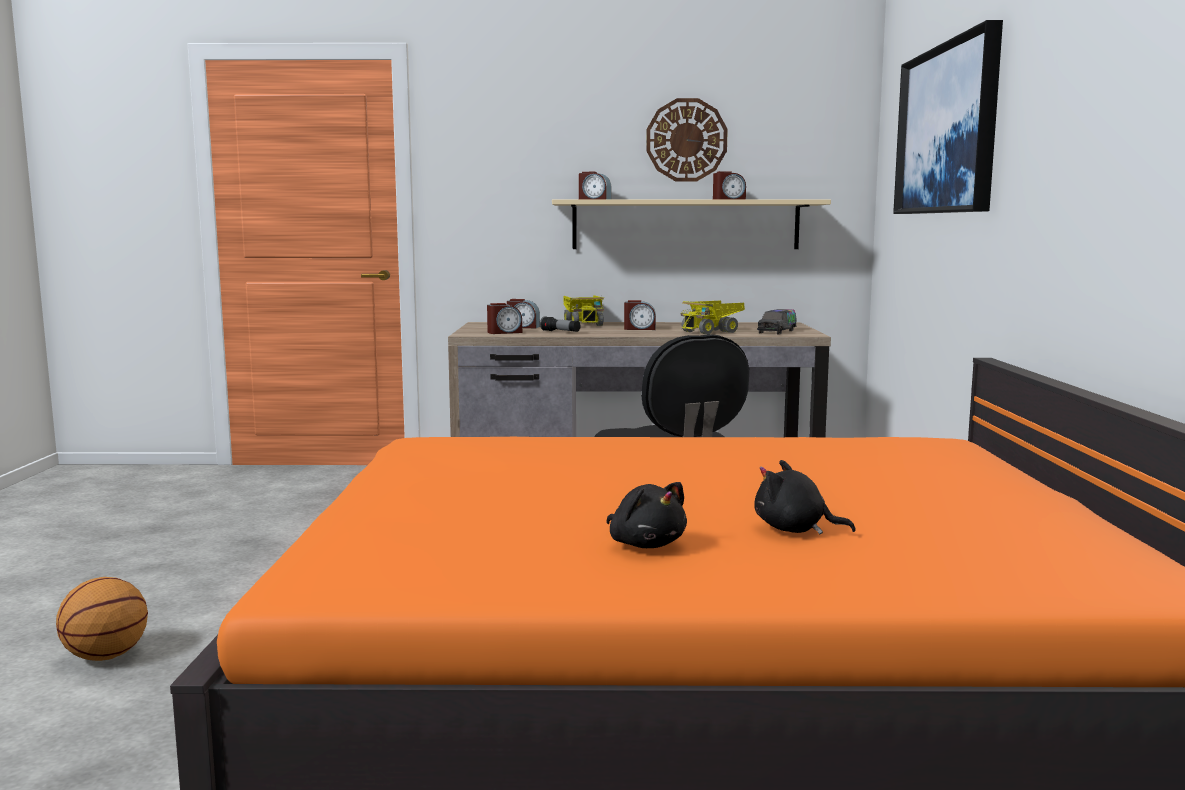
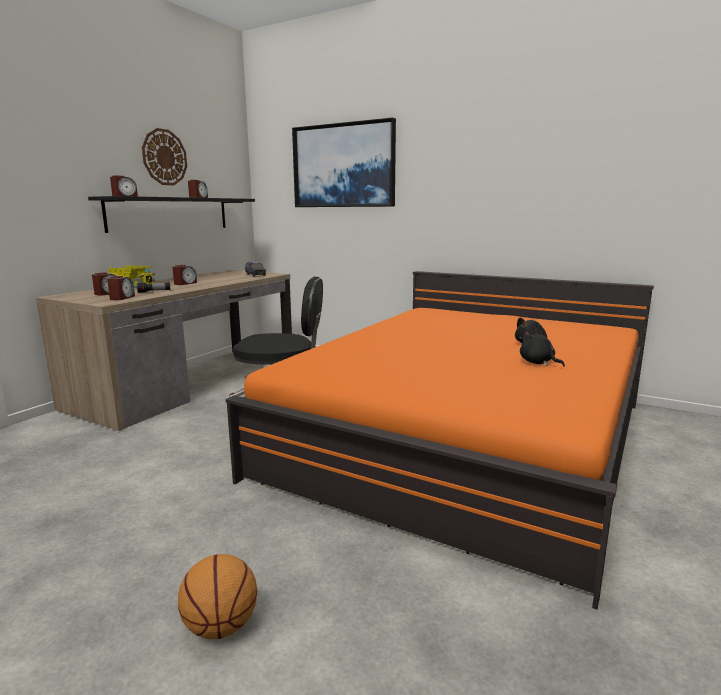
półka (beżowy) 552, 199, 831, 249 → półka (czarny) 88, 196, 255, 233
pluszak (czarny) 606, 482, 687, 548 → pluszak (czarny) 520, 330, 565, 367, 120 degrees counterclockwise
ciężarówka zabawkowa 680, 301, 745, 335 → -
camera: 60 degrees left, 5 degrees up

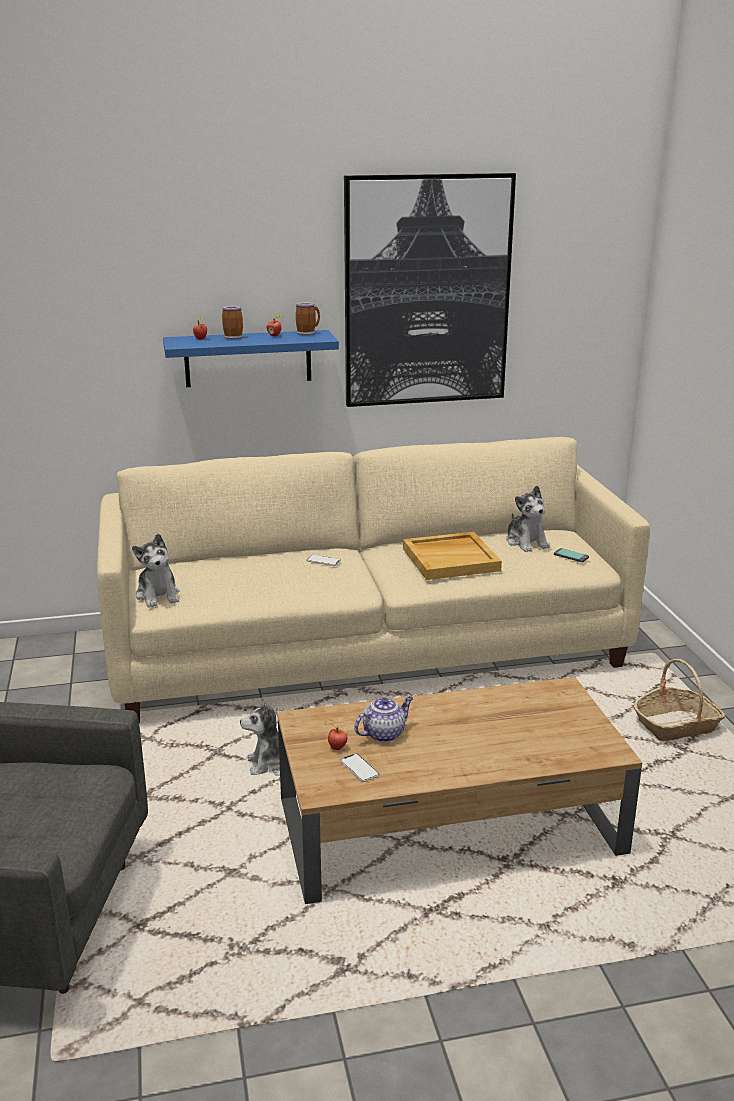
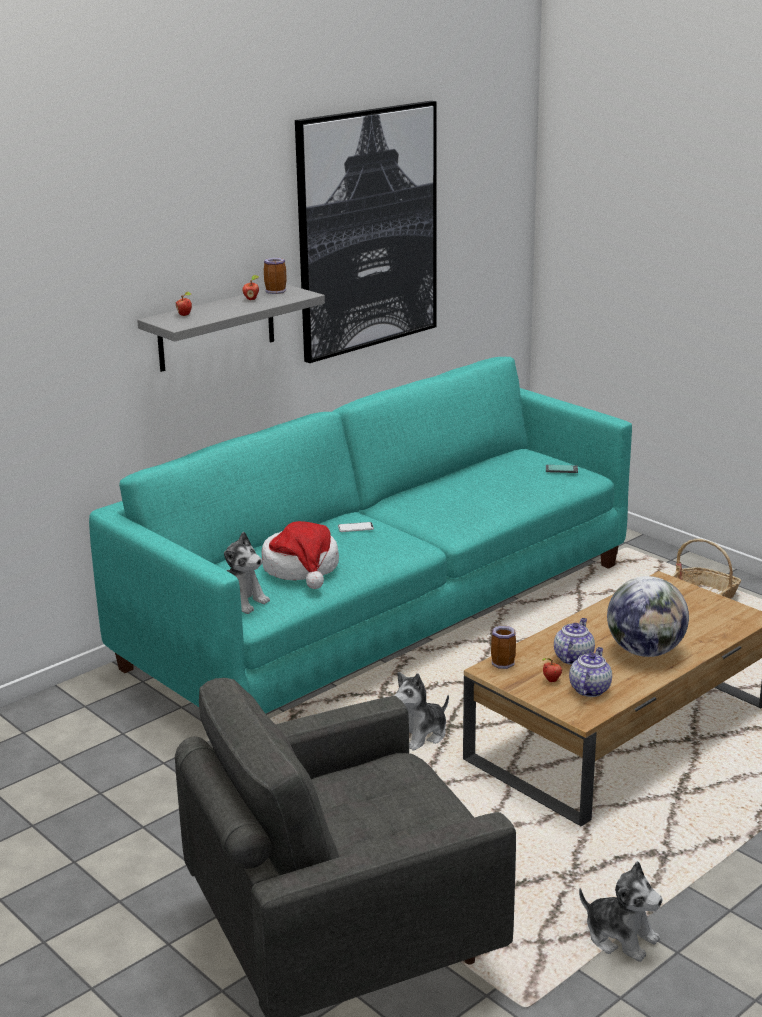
kanapa (beżowy) 97, 437, 650, 723 → kanapa (turkusowy) 89, 357, 632, 714
półka (niebieski) 163, 330, 339, 387 → półka (szary) 137, 284, 325, 372
kubek 222, 305, 243, 339 → kubek 491, 626, 516, 669, move
telefon 340, 753, 380, 782 → imbryk 569, 647, 612, 697
taca (beżowy) 403, 532, 502, 580 → -
pluszak 506, 485, 550, 552 → pluszak 579, 861, 663, 962, move
- → kapelusz 261, 521, 339, 589
- → globus 607, 576, 689, 657
camera: 30 degrees left, 0 degrees up

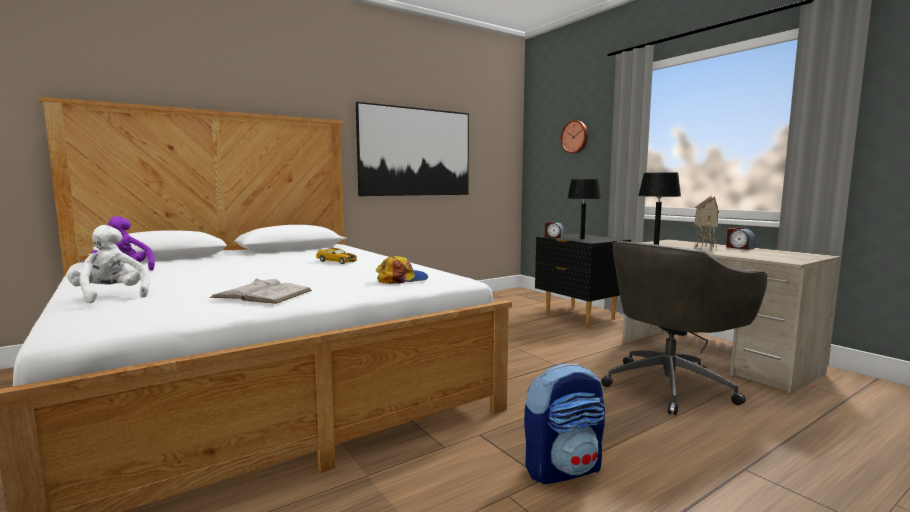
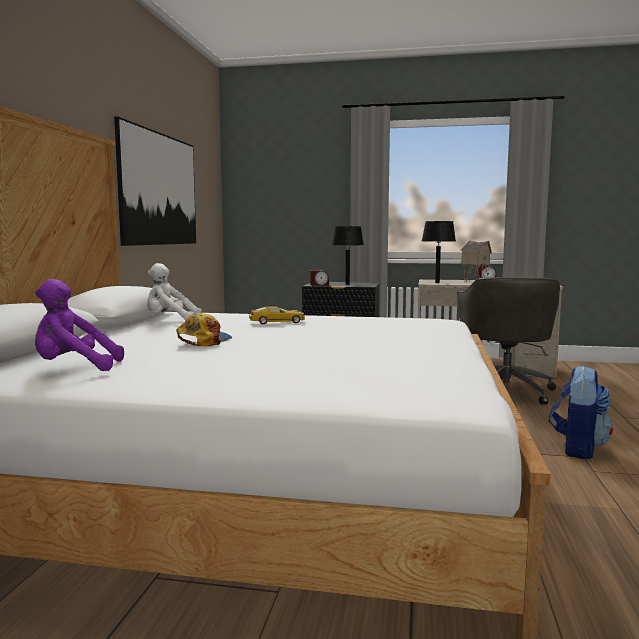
pluszak (biały) 67, 225, 150, 304 → pluszak (biały) 147, 263, 202, 320, move
książka (biały) 210, 279, 312, 304 → -
czapka z daszkiem 376, 256, 428, 284 → czapka z daszkiem 176, 313, 232, 347, move
zegar ścienny 561, 120, 588, 154 → -
camera: 45 degrees left, 0 degrees up

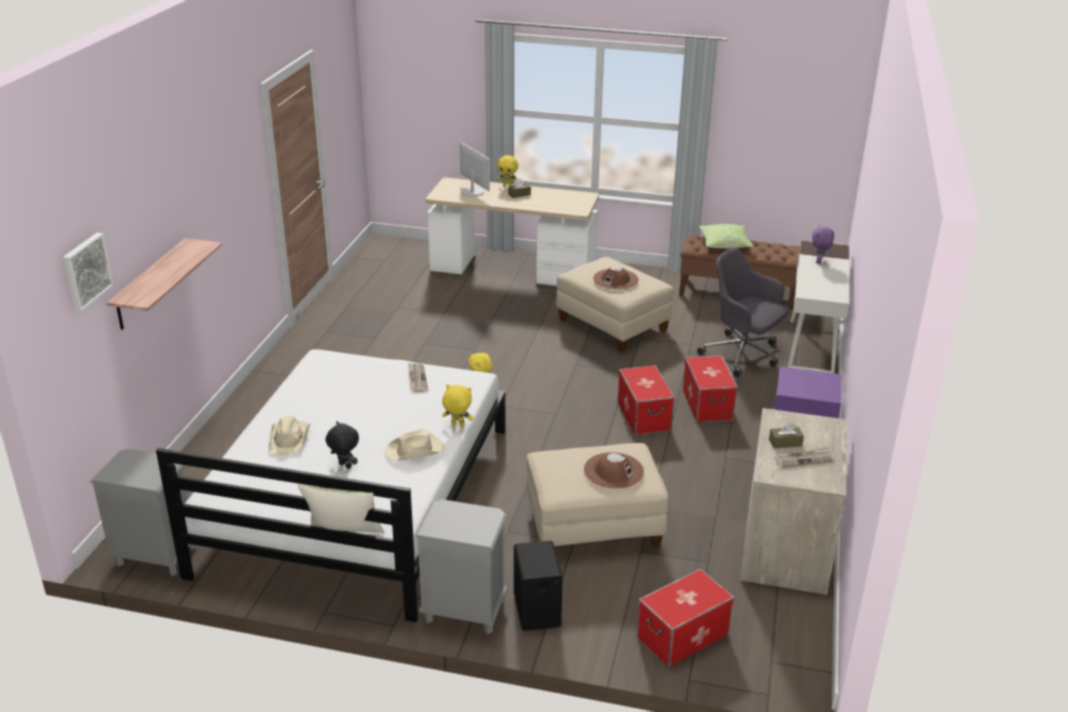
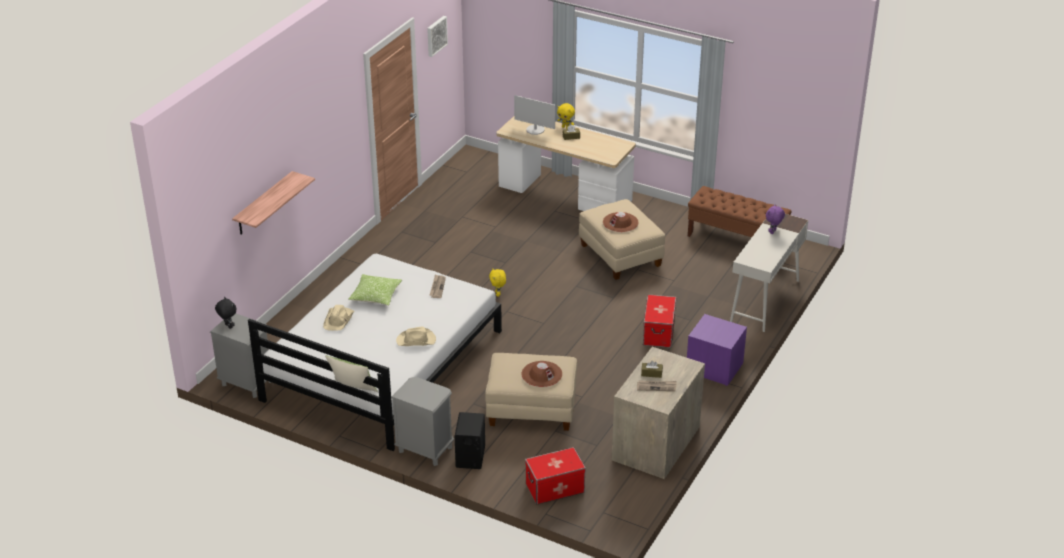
obraz 63, 233, 113, 312 → obraz 427, 16, 448, 57, move
pluszak (czarny) 326, 421, 359, 469 → pluszak (czarny) 215, 297, 237, 329, move
pluszak (żółty) 442, 385, 473, 427 → -
monitor 460, 142, 490, 197 → monitor 514, 95, 555, 135, 135 degrees clockwise
pojemnik do przechowywania 618, 365, 675, 435 → -
krzesło biurowe (szary) 697, 249, 789, 377 → -
poduszka 699, 224, 753, 249 → poduszka 349, 274, 402, 306, move
camera: 15 degrees right, 5 degrees up

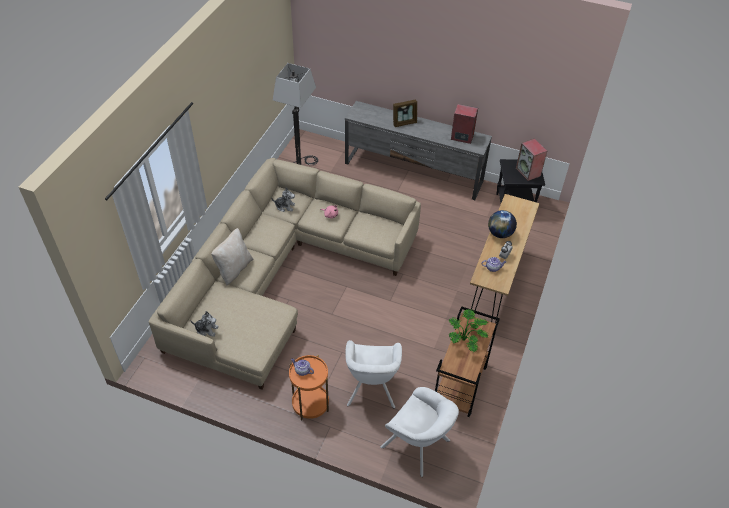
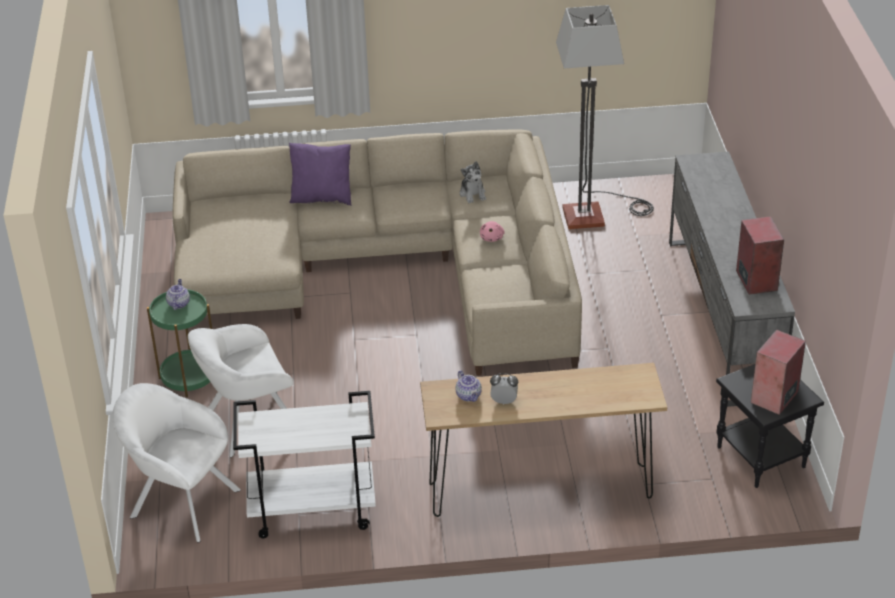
pluszak 190, 311, 219, 337 → -
poduszka (beżowy) 211, 228, 254, 286 → poduszka (fioletowy) 289, 143, 352, 206
stolik (pomarańczowy) 289, 355, 329, 420 → stolik (zielony) 147, 289, 213, 397
fotel (biały) 380, 387, 459, 477 → fotel (biały) 112, 383, 241, 542, 105 degrees clockwise
ramka na zdjęcie 393, 100, 417, 127 → -
wózek (brązowy) 435, 306, 500, 417 → wózek (biały) 233, 391, 376, 538
roślina doniczkowa 448, 309, 489, 352 → -
globus 488, 210, 517, 238 → -
camera: 65 degrees right, 10 degrees down

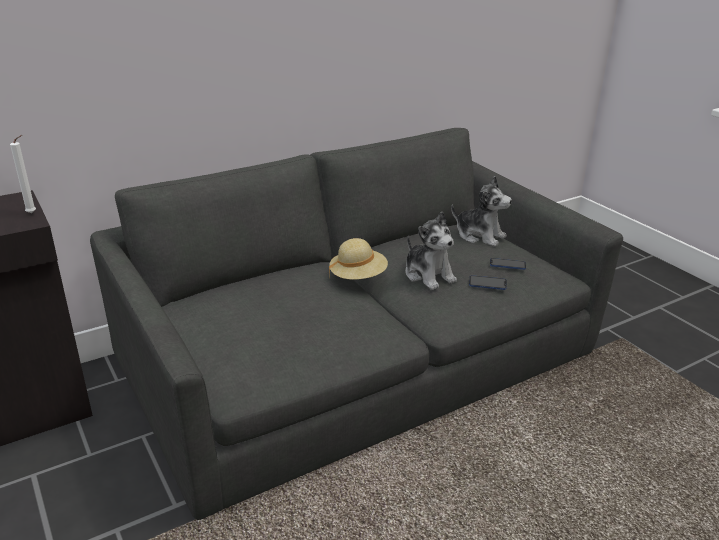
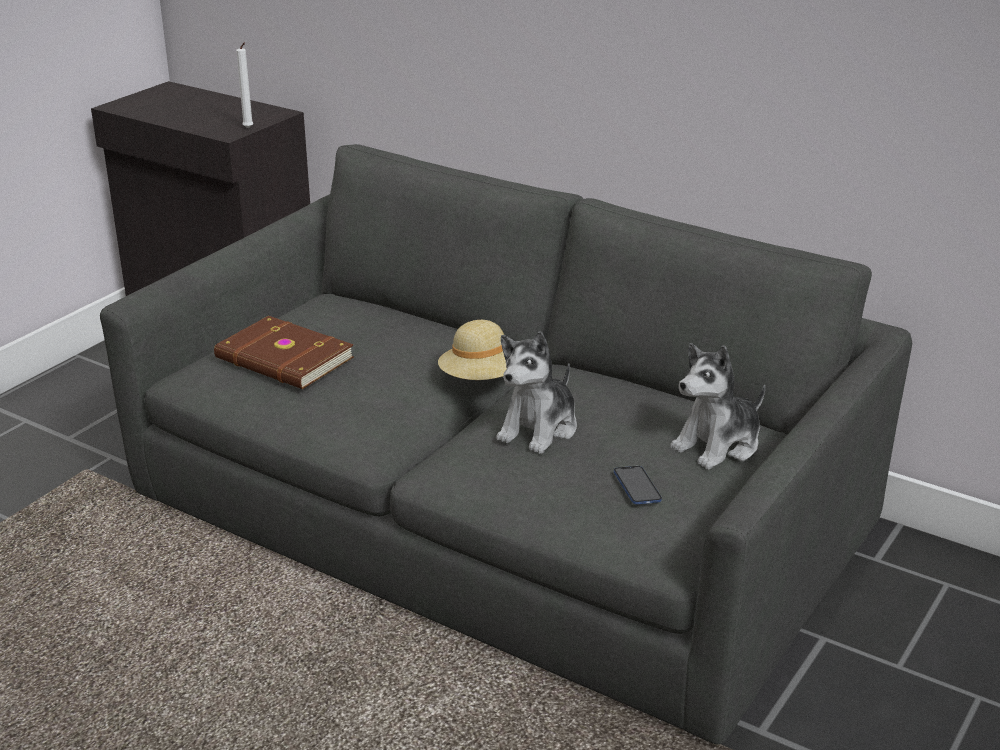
pluszak 451, 176, 512, 247 → pluszak 670, 343, 765, 470, 45 degrees clockwise
telefon 469, 275, 507, 290 → -
- → książka (brązowy) 214, 316, 354, 389
camera: 65 degrees right, 0 degrees up

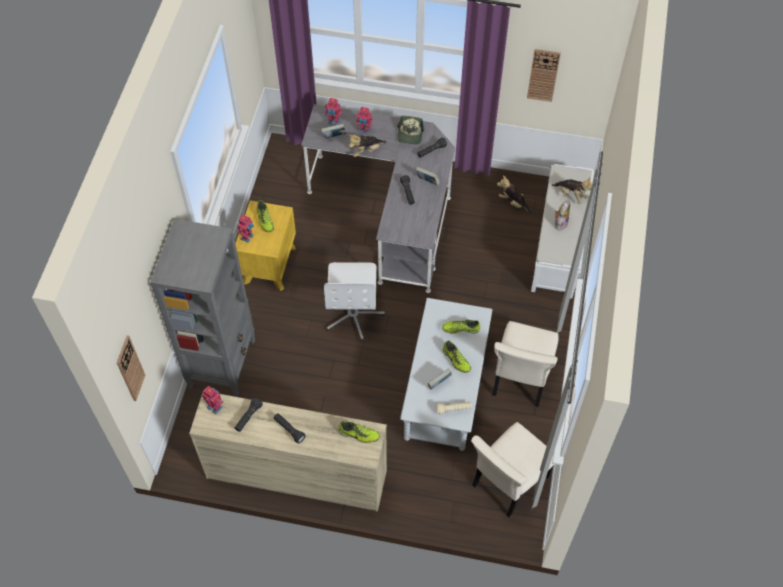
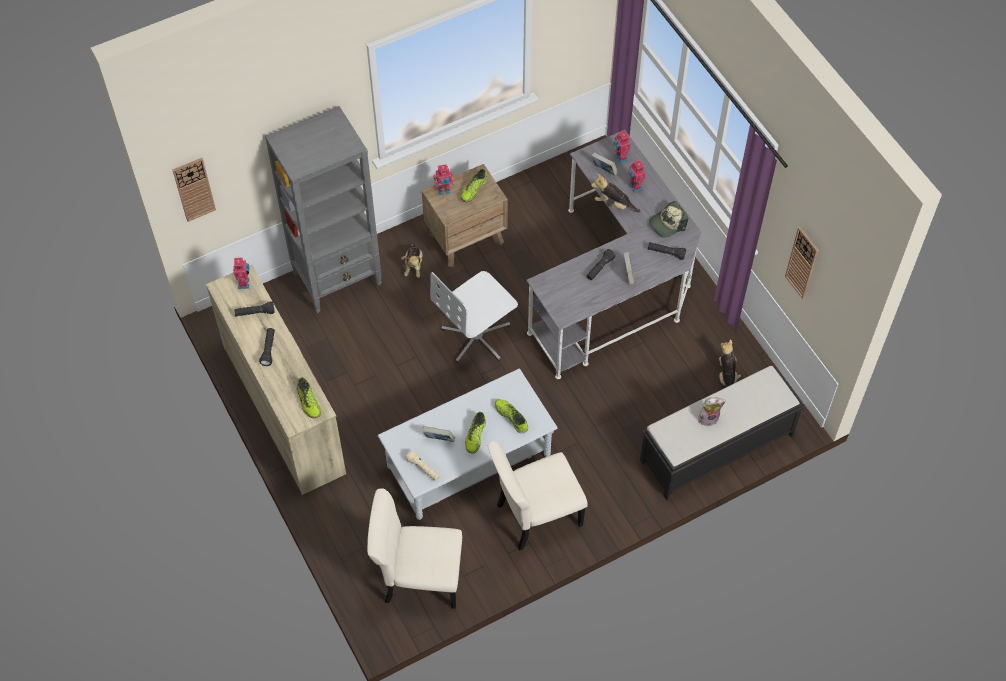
szafka nocna (żółty) 235, 200, 296, 291 → szafka nocna (brązowy) 422, 164, 508, 267
ławka (biały) 531, 164, 594, 299 → ławka (czarny) 640, 366, 804, 500
pluszak 552, 178, 592, 204 → pluszak 401, 244, 423, 278, move
camera: 50 degrees right, 0 degrees up

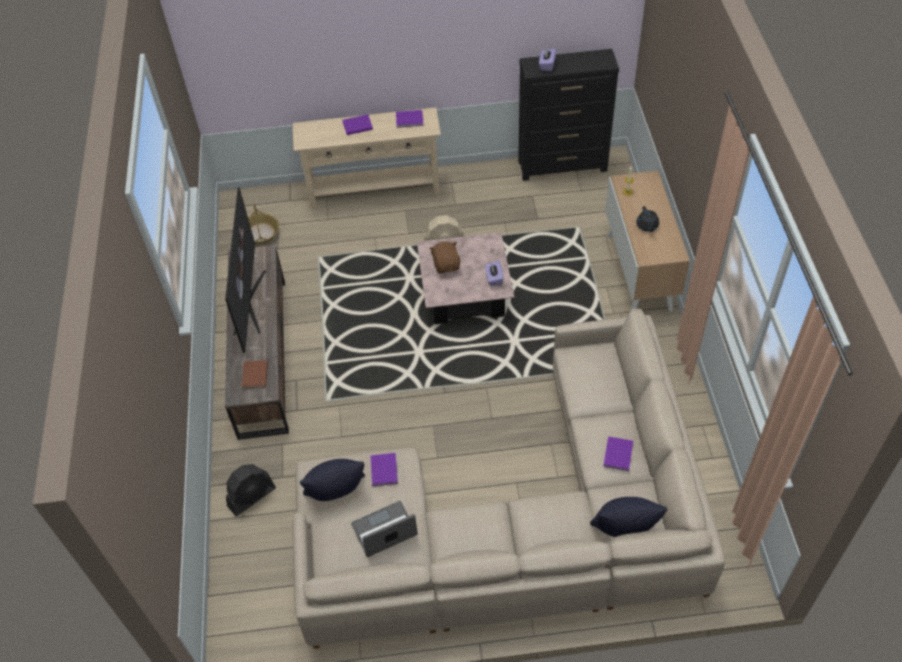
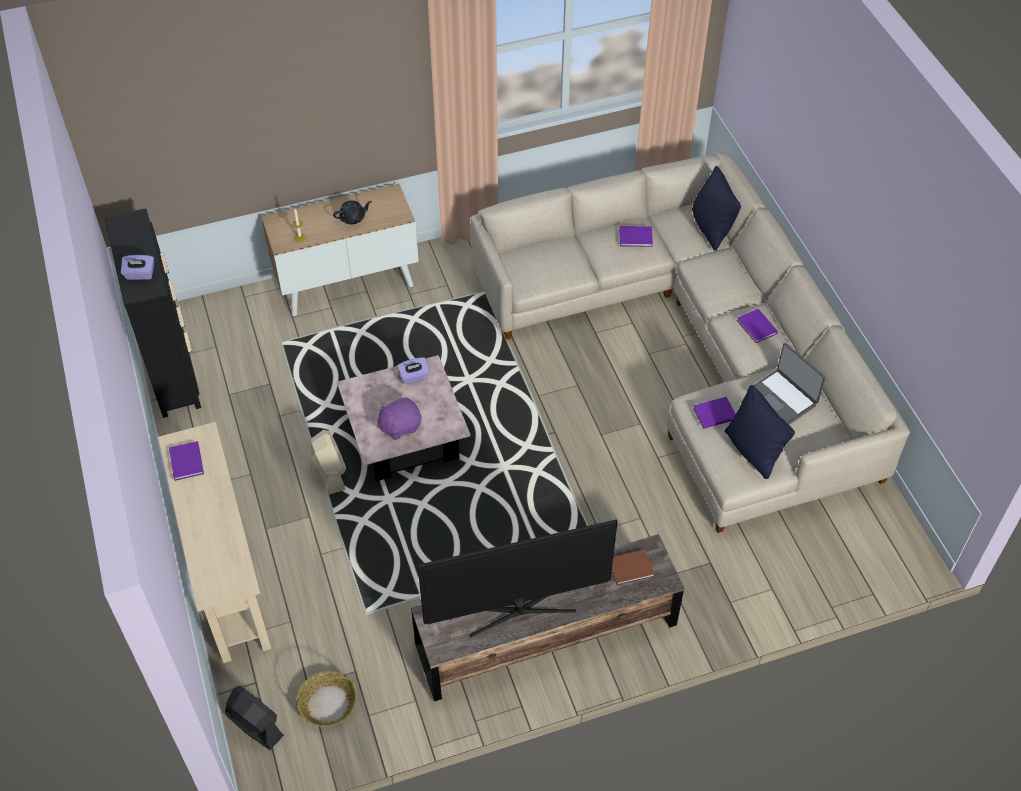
wentylator (czarny) 226, 464, 276, 516 → wentylator (czarny) 225, 686, 284, 750, move
książka (fioletowy) 342, 114, 373, 135 → książka (fioletowy) 737, 309, 778, 343, move
pluszak (brązowy) 429, 241, 460, 274 → pluszak (fioletowy) 377, 397, 421, 440
camera: 105 degrees left, 0 degrees up

